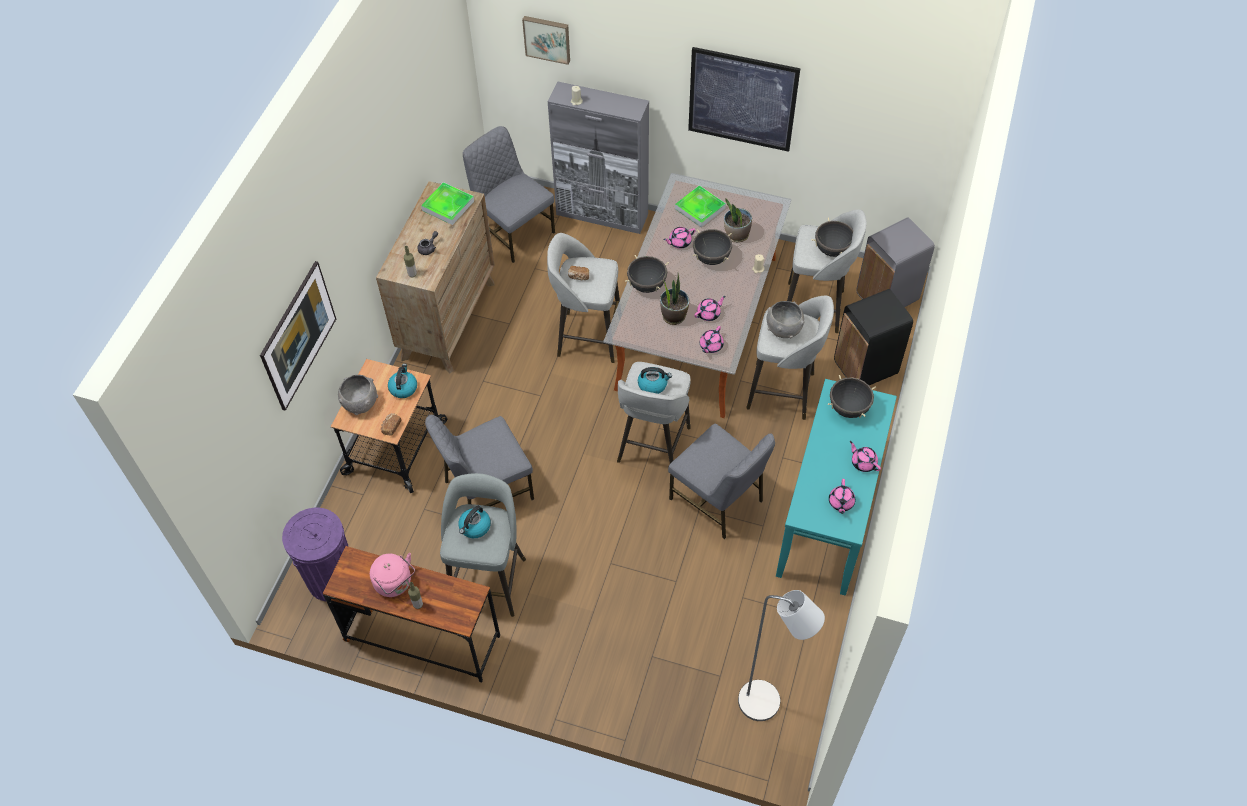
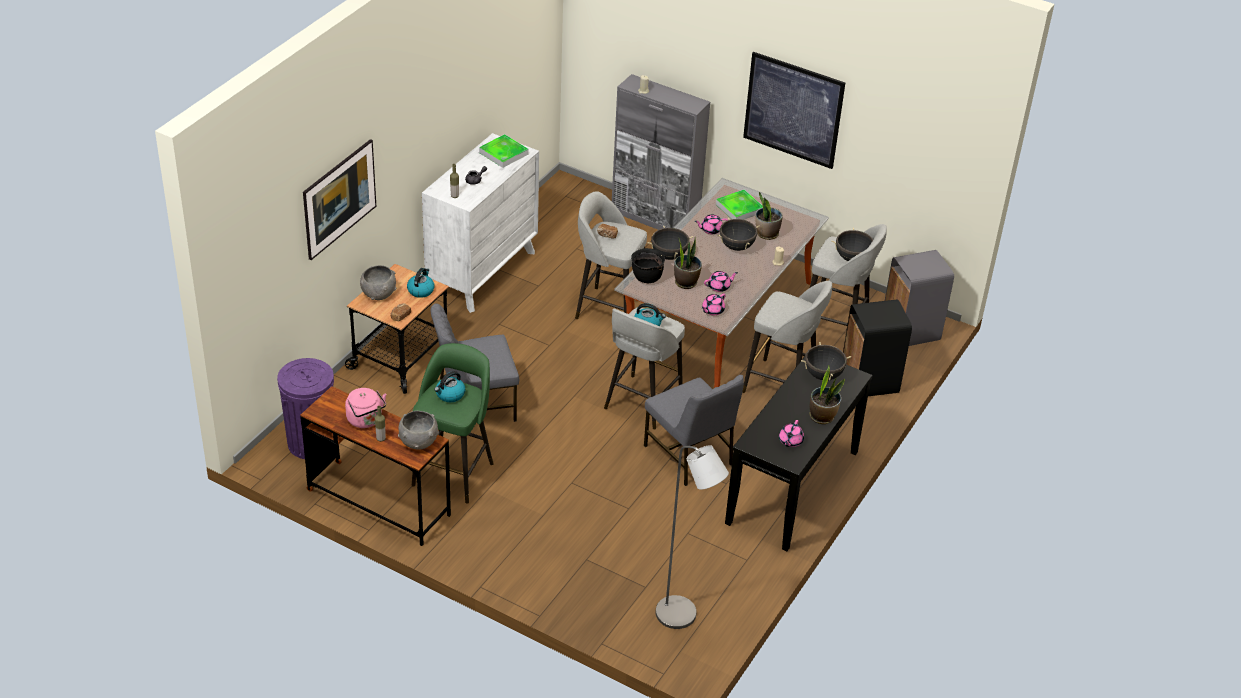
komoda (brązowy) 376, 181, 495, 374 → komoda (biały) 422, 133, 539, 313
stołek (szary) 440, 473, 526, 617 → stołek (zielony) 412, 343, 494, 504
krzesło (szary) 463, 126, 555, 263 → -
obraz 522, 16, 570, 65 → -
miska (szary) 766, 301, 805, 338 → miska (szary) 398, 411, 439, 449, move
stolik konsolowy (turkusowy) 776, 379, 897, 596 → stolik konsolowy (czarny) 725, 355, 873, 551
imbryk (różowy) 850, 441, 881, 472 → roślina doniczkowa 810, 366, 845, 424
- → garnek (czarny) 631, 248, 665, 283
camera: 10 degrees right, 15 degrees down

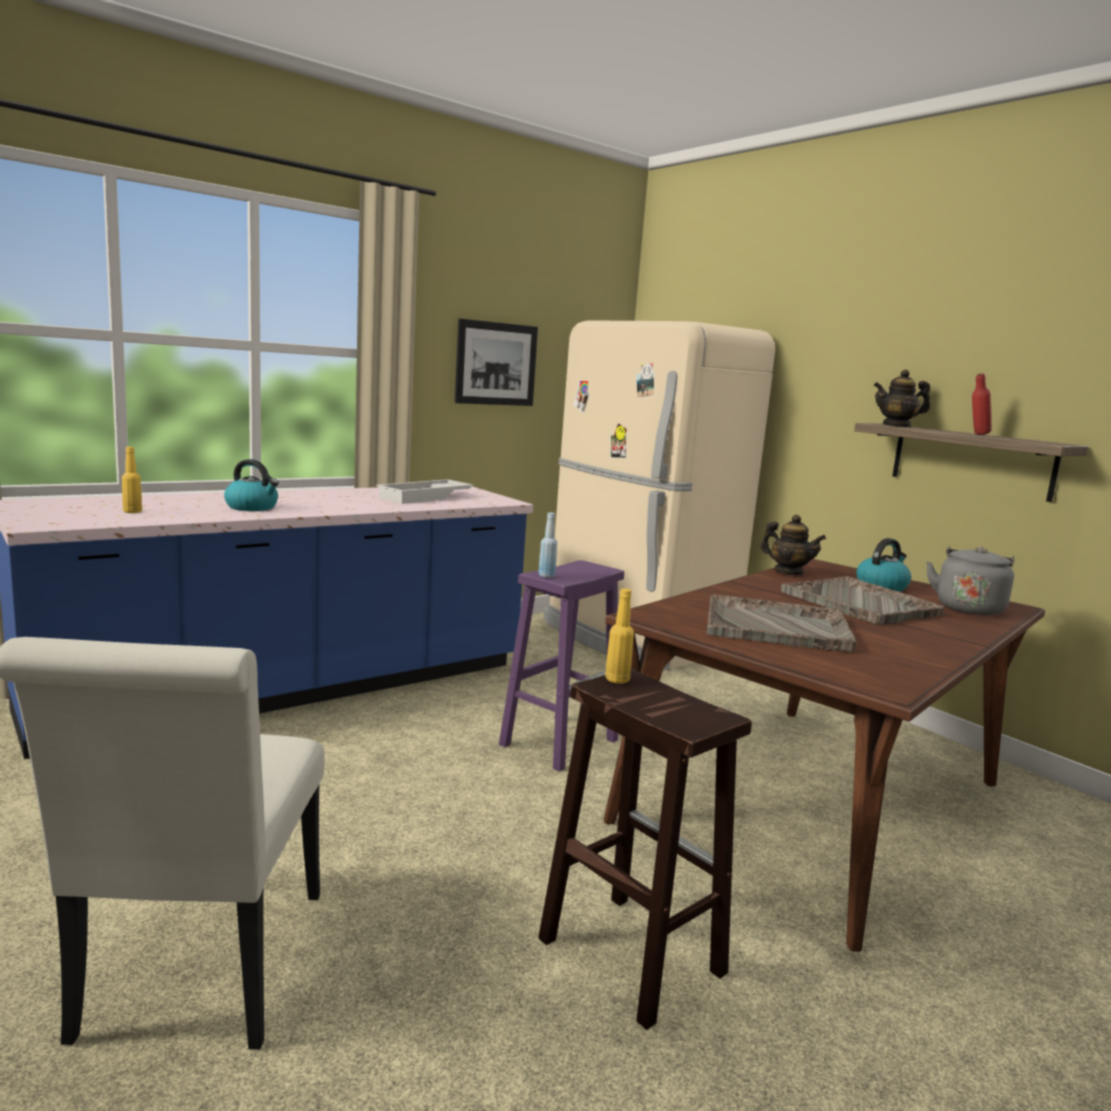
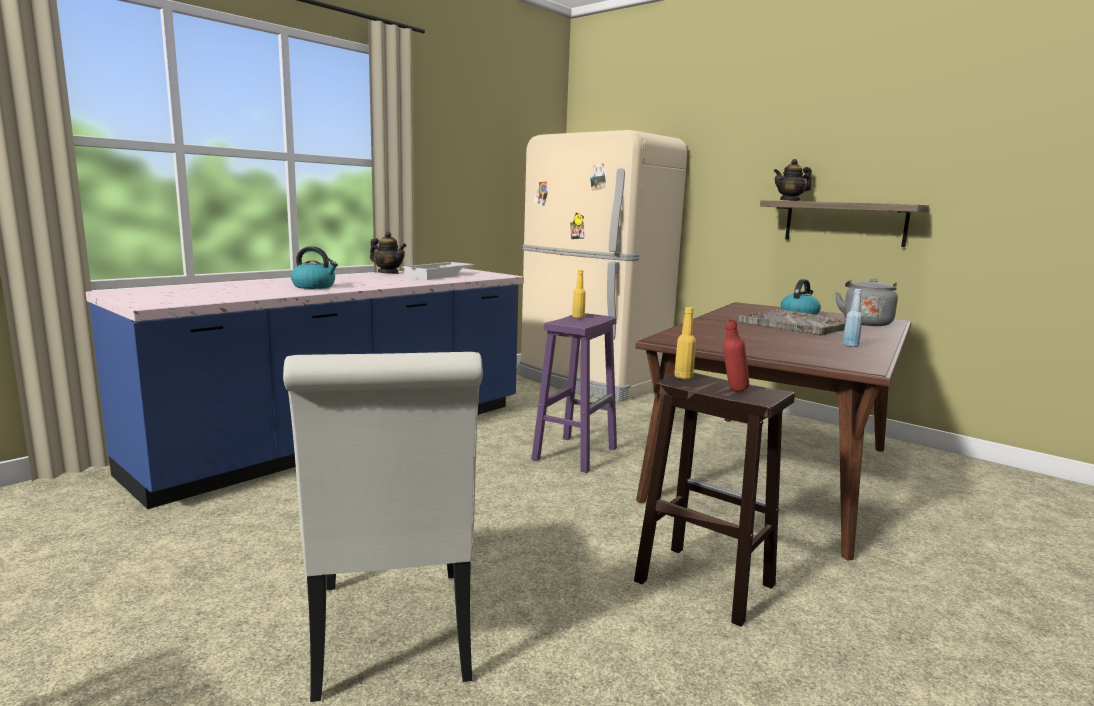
butelka (żółty) 122, 447, 142, 513 → butelka (żółty) 572, 270, 586, 318, move
obraz 455, 319, 538, 406 → -
butelka (niebieski) 538, 512, 557, 578 → butelka (niebieski) 842, 289, 863, 347, move
taca (szary) 706, 595, 857, 653 → -
imbryk 760, 515, 826, 575 → imbryk 370, 232, 406, 274, move
butelka (czerwony) 972, 373, 992, 435 → butelka (czerwony) 723, 318, 749, 392, move
camera: 10 degrees left, 0 degrees up

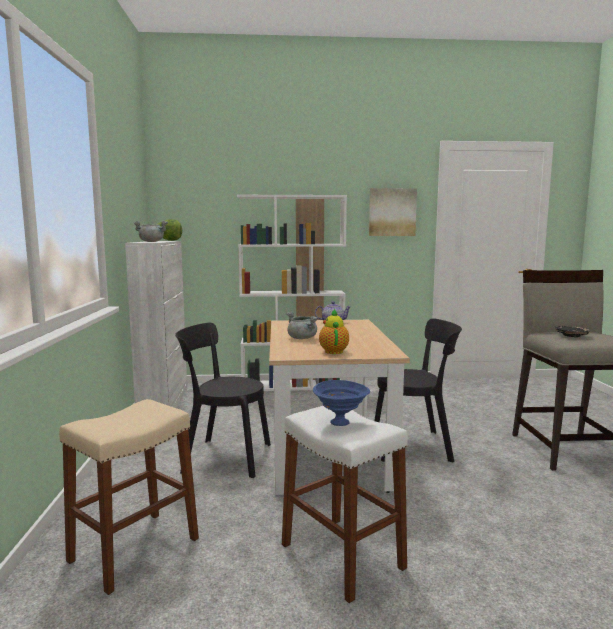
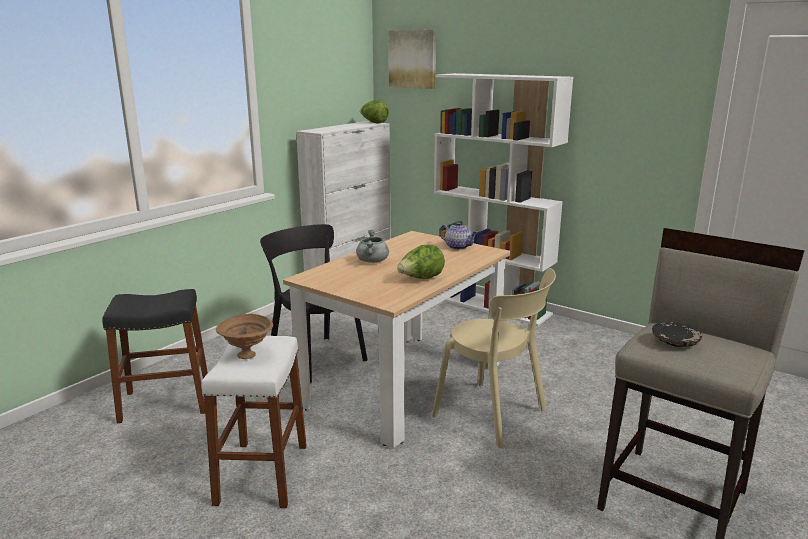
stołek (beżowy) 59, 399, 199, 595 → stołek (czarny) 102, 289, 208, 423
garnek (szary) 133, 221, 168, 242 → -
miska (niebieski) 313, 380, 370, 426 → miska (brązowy) 216, 314, 273, 359
imbryk 319, 308, 349, 354 → -
obraz 369, 188, 417, 236 → obraz 388, 30, 436, 89, move
krzesło (czarny) 374, 318, 462, 463 → krzesło (beżowy) 432, 268, 556, 448
- → sałata 397, 245, 445, 279
camera: 40 degrees right, 10 degrees up

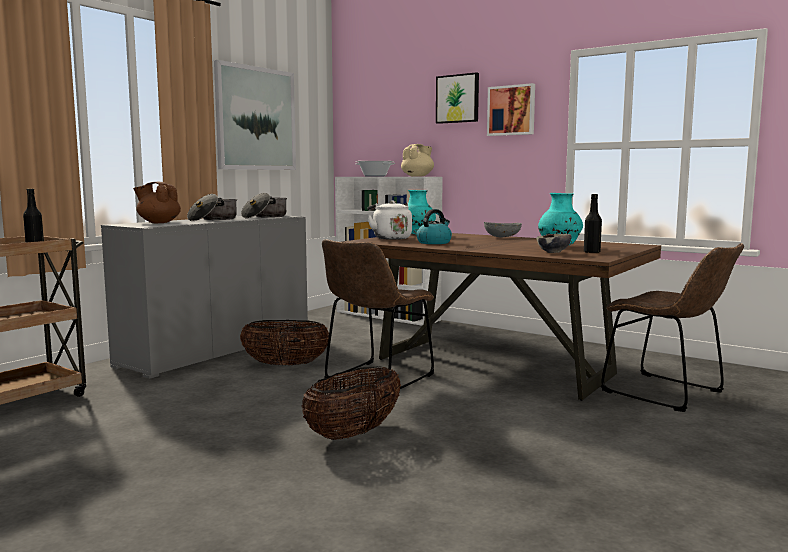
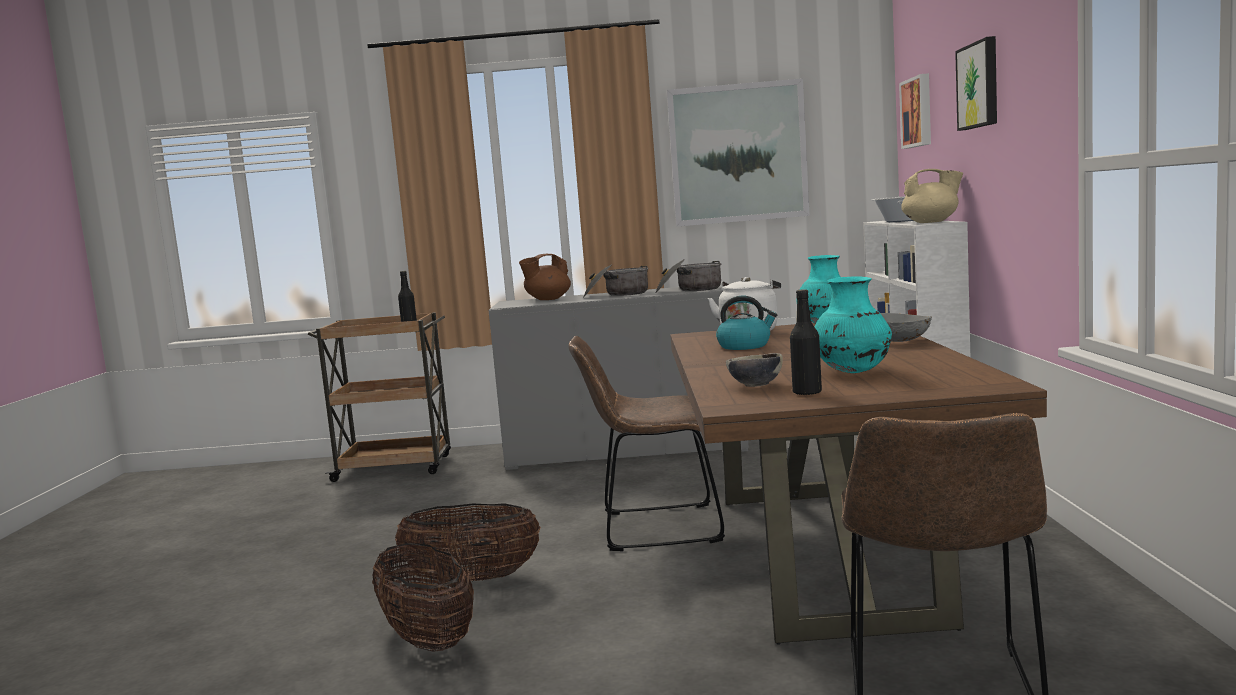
imbryk (brązowy) 133, 182, 181, 223 → imbryk (brązowy) 519, 254, 571, 300, 105 degrees counterclockwise
koszyk 240, 320, 329, 366 → koszyk 372, 543, 474, 652, move
obraz 487, 83, 535, 136 → obraz 899, 73, 931, 149, move
camera: 55 degrees right, 0 degrees up

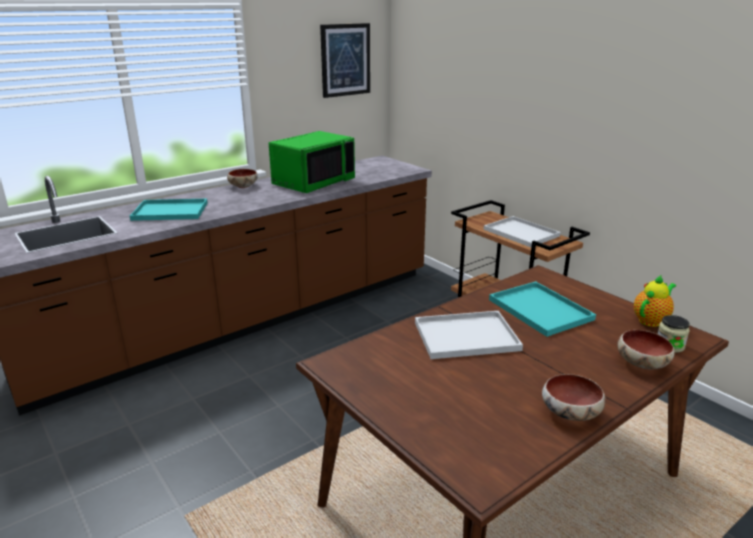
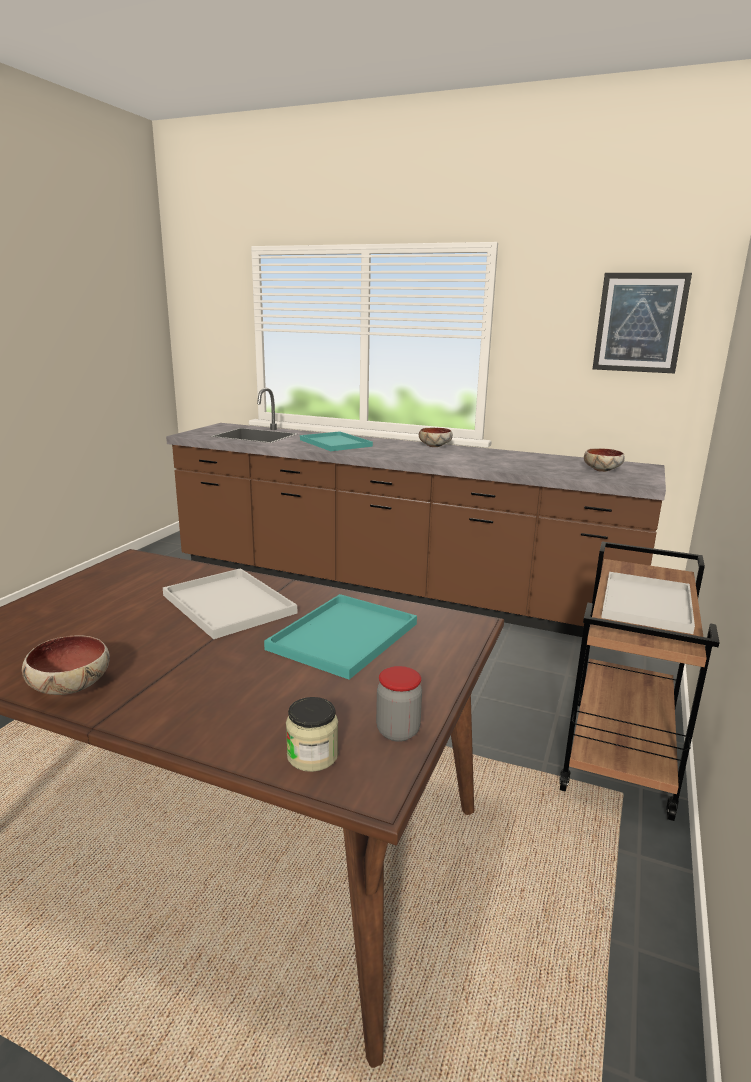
mikrofalówka (zielony) 269, 131, 355, 193 → -
miska 617, 330, 675, 370 → miska 584, 448, 625, 472, move
imbryk 634, 274, 676, 327 → słoik 376, 666, 422, 742
camera: 60 degrees right, 5 degrees down

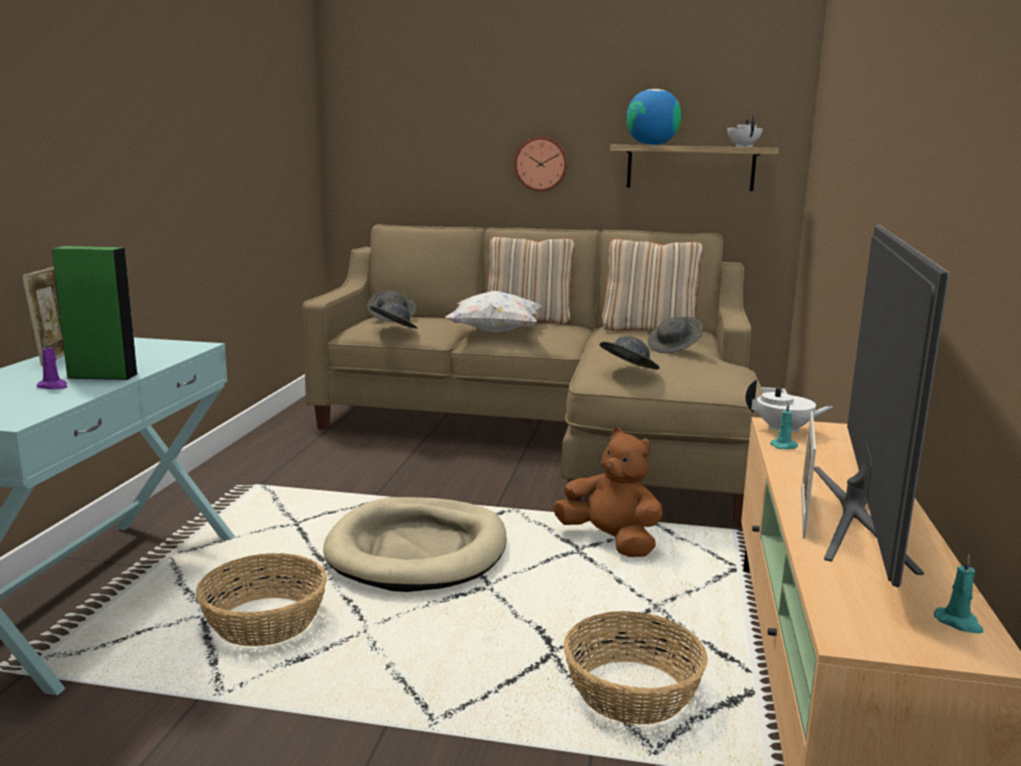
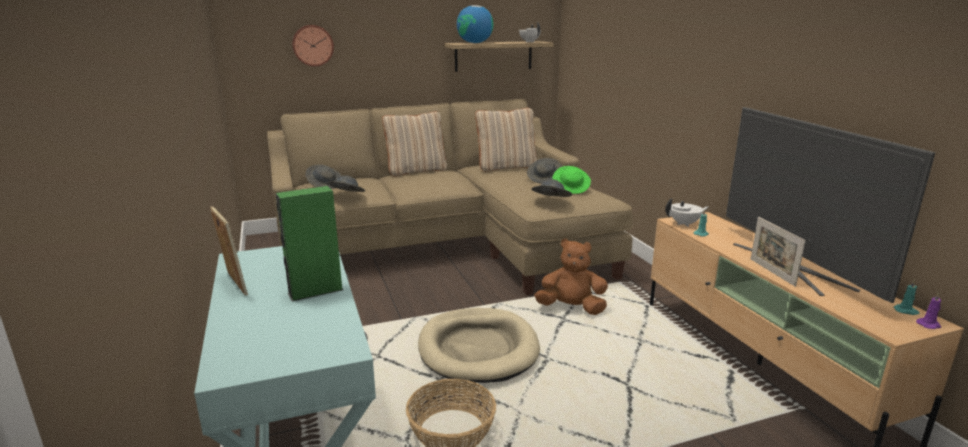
świeca (fioletowy) 36, 338, 67, 389 → świeca (fioletowy) 916, 292, 941, 329, move
poduszka (biały) 445, 291, 542, 332 → -
zegar ścienny 514, 137, 568, 192 → zegar ścienny 292, 25, 334, 66, move
koszyk 564, 611, 708, 724 → -
- → kapelusz (zielony) 552, 166, 591, 194
camera: 30 degrees left, 5 degrees up

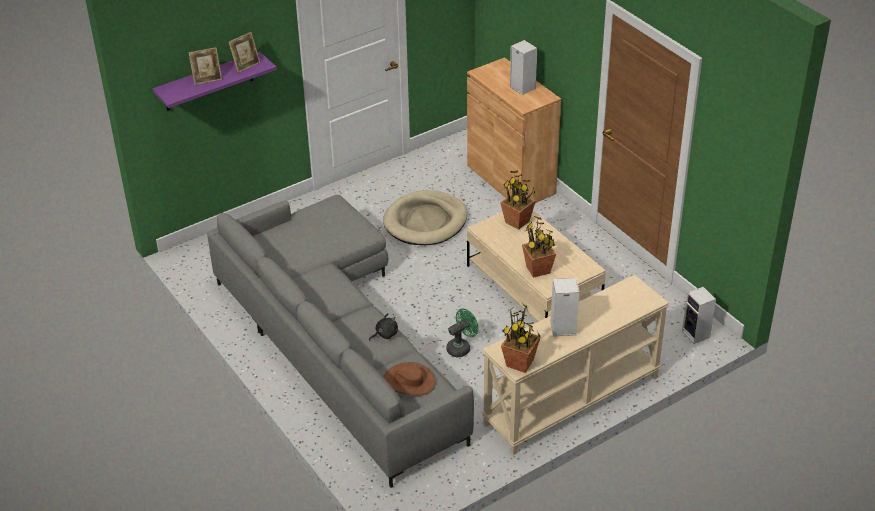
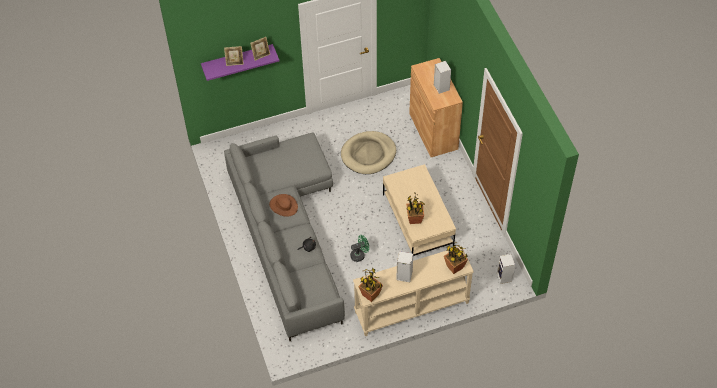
kapelusz (brązowy) 383, 362, 435, 396 → kapelusz (brązowy) 269, 194, 298, 217, move
roślina doniczkowa 500, 171, 536, 230 → roślina doniczkowa 444, 241, 468, 274, move
camera: 15 degrees right, 15 degrees up

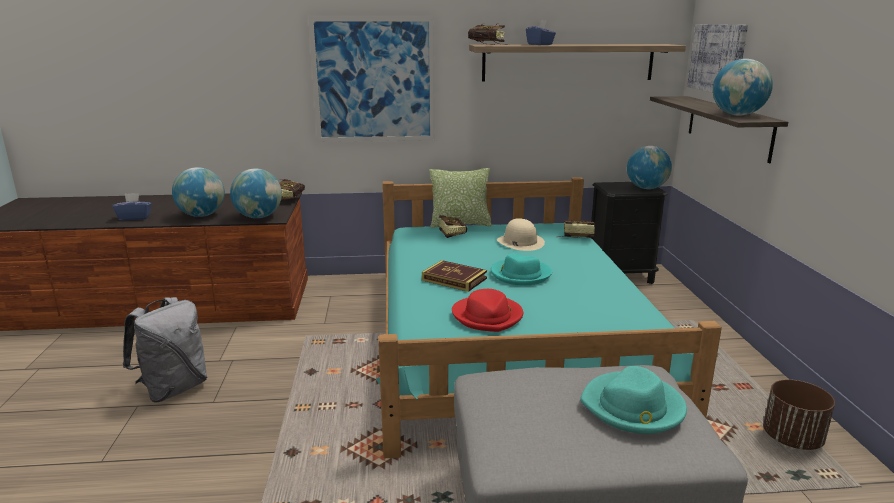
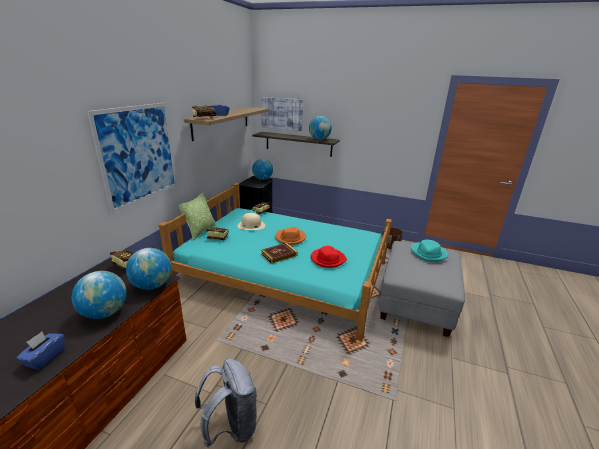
kapelusz (turkusowy) 491, 253, 552, 285 → kapelusz (pomarańczowy) 275, 227, 306, 245
camera: 65 degrees left, 5 degrees up

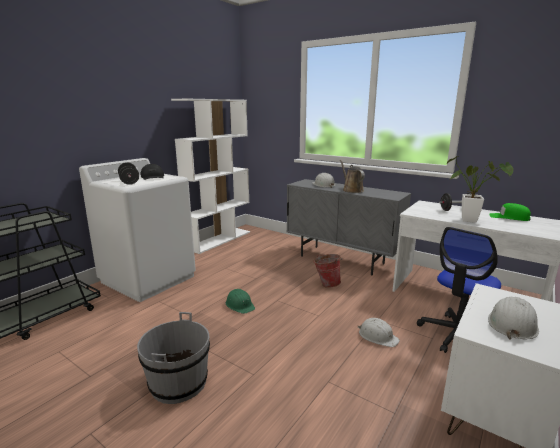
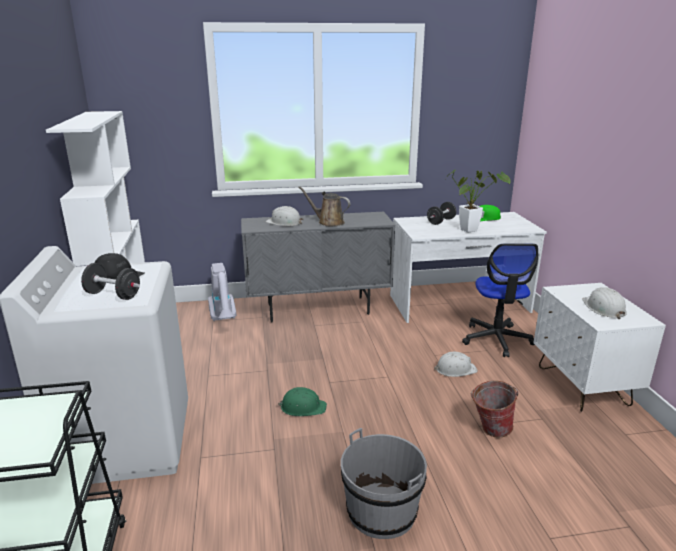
wiadro 313, 254, 342, 288 → wiadro 471, 381, 519, 438, move
- → odkurzacz 208, 263, 236, 321
camera: 45 degrees left, 5 degrees up

